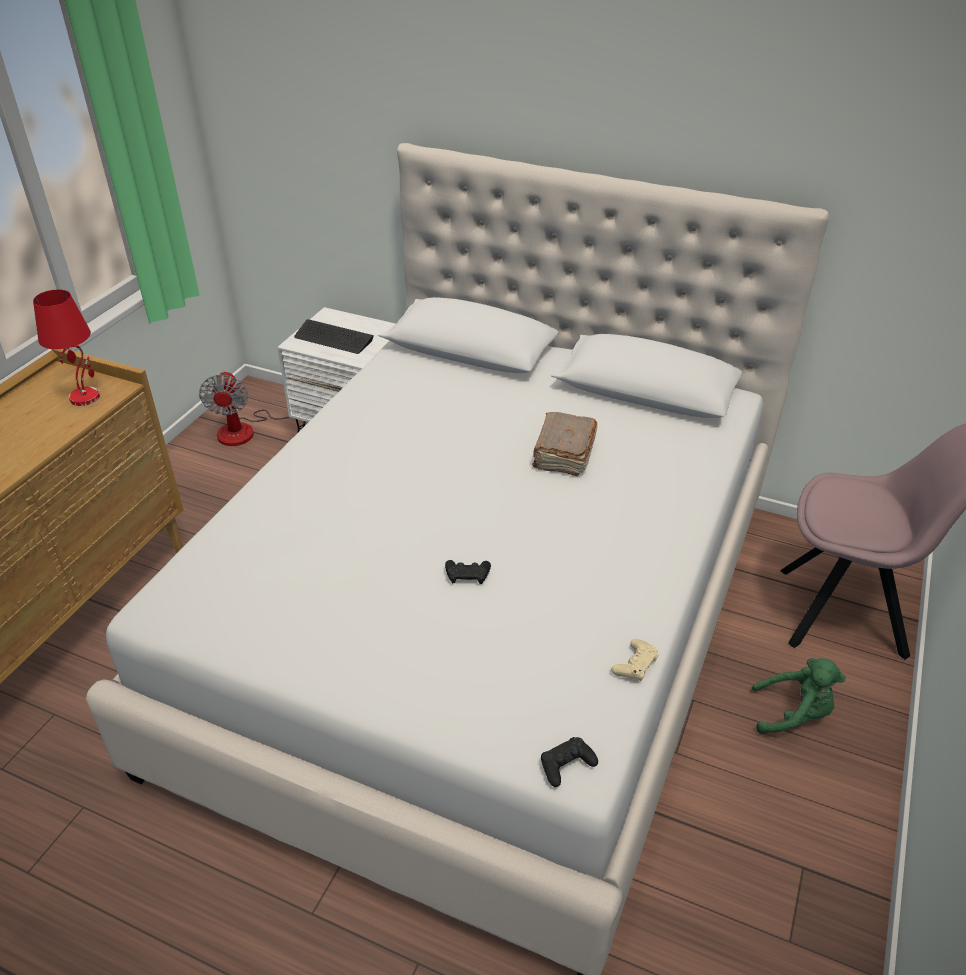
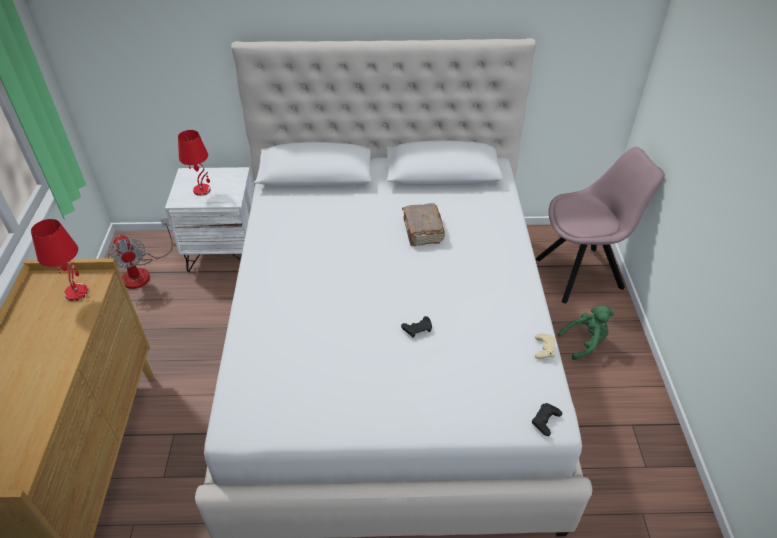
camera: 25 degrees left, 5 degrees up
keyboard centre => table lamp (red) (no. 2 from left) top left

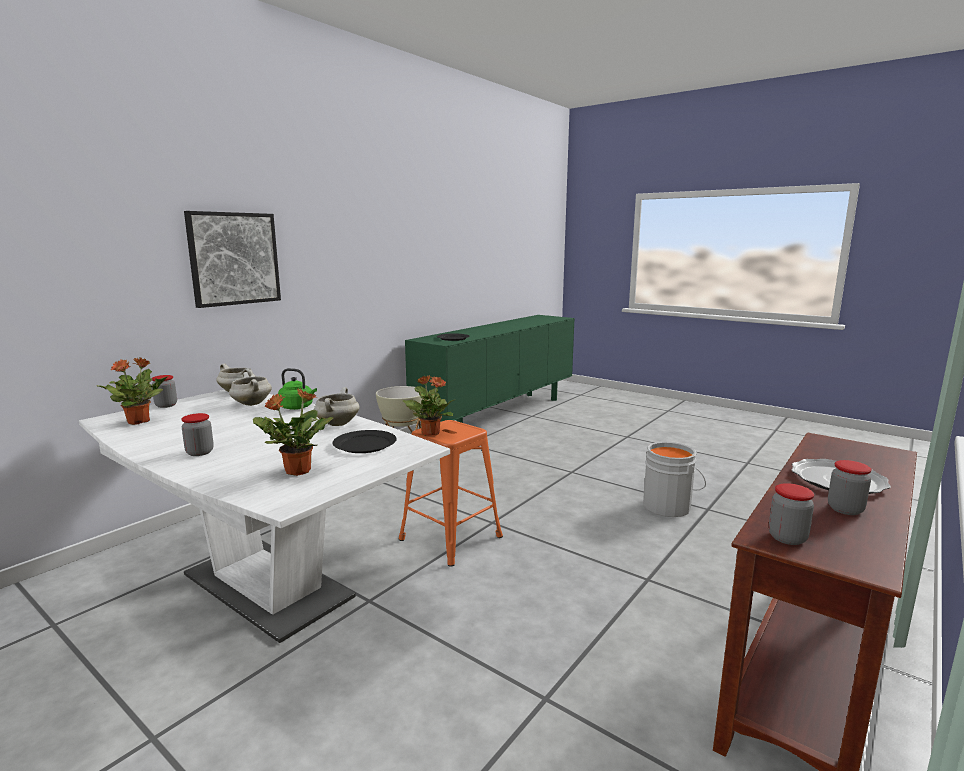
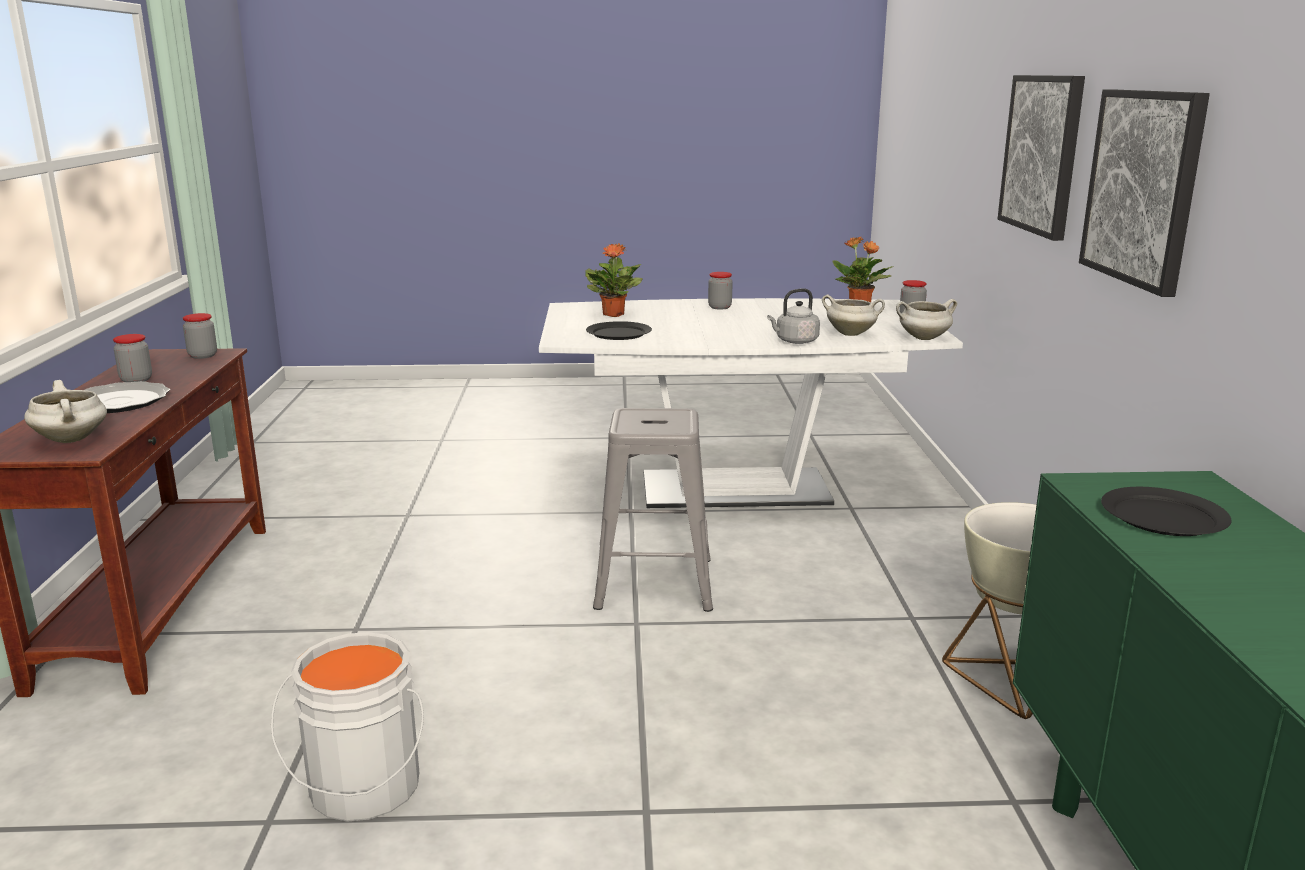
camera: 140 degrees right, 5 degrees up
cooking pot (white) (no. 3 from left in the first image) centre => cooking pot (white) (no. 1 from left) middle left, shifted
stool (orange) centre => stool (grey) centre
kettle (green) middle left => kettle (grey) centre
nothing => picture (no. 2 from left) top right
potted plant (no. 3 from left) centre => nothing

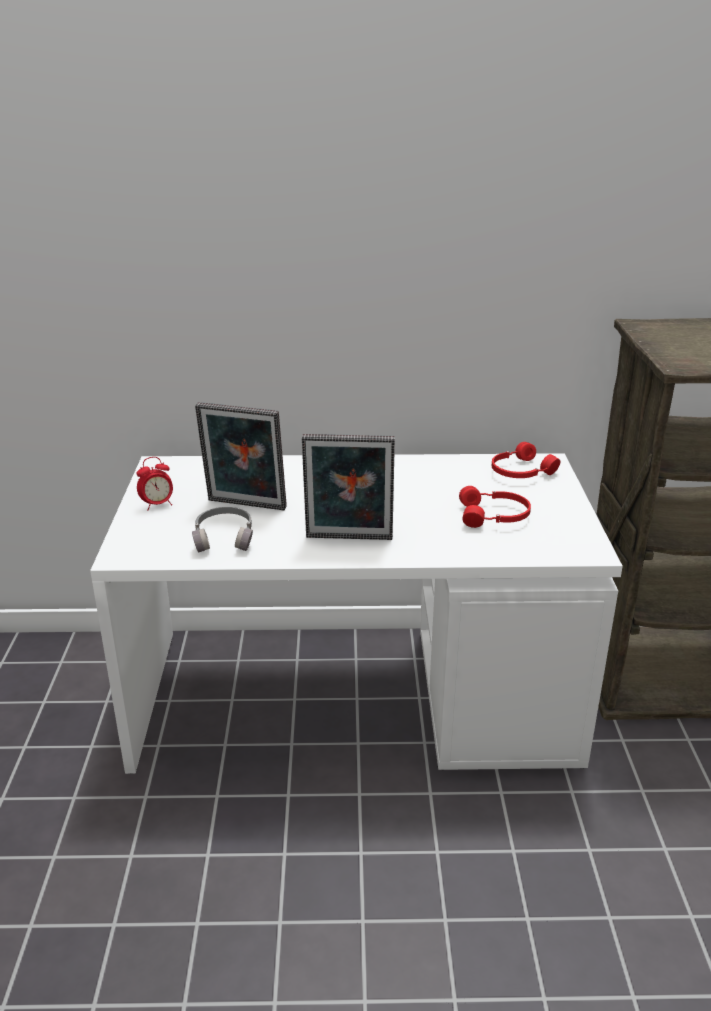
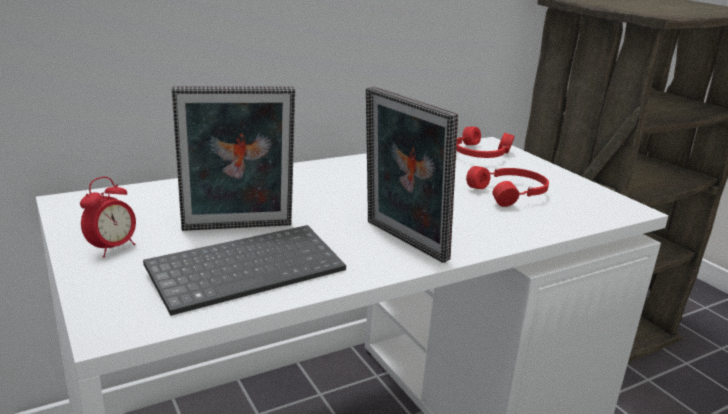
camera: 30 degrees left, 5 degrees down
headphones (grey) middle left => keyboard centre
picture frame (no. 2 from left) centre, 75 degrees clockwise

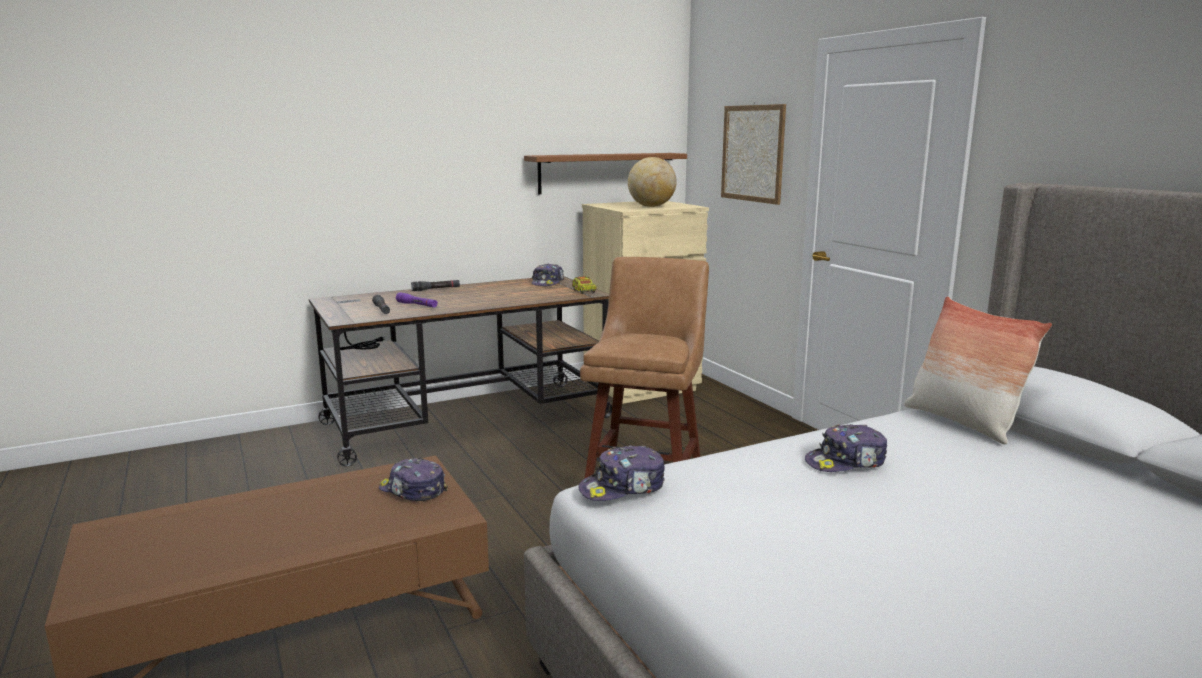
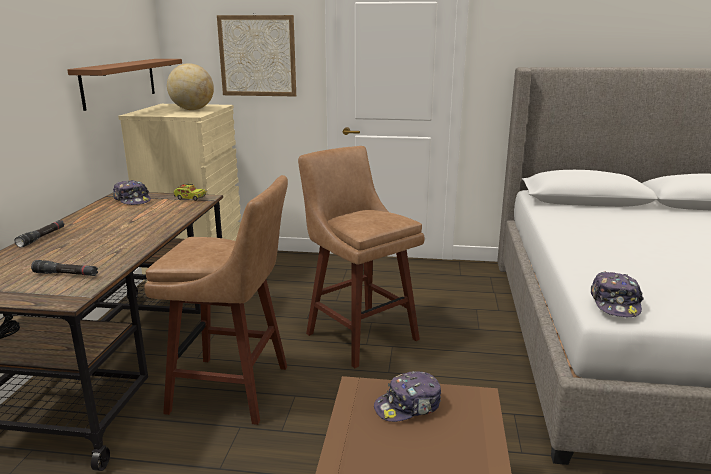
camera: 55 degrees left, 5 degrees up
nothing => stool (brown) (no. 1 from left) middle left
flashlight (purple) centre => nothing
cap (no. 4 from left) middle right => nothing
pillow middle right => nothing

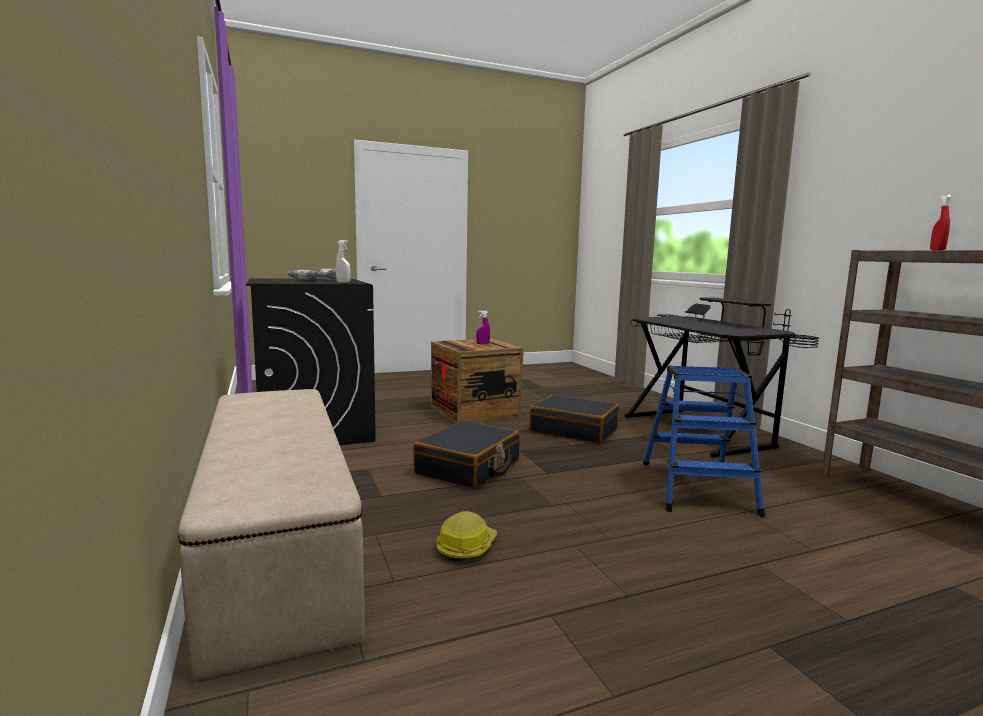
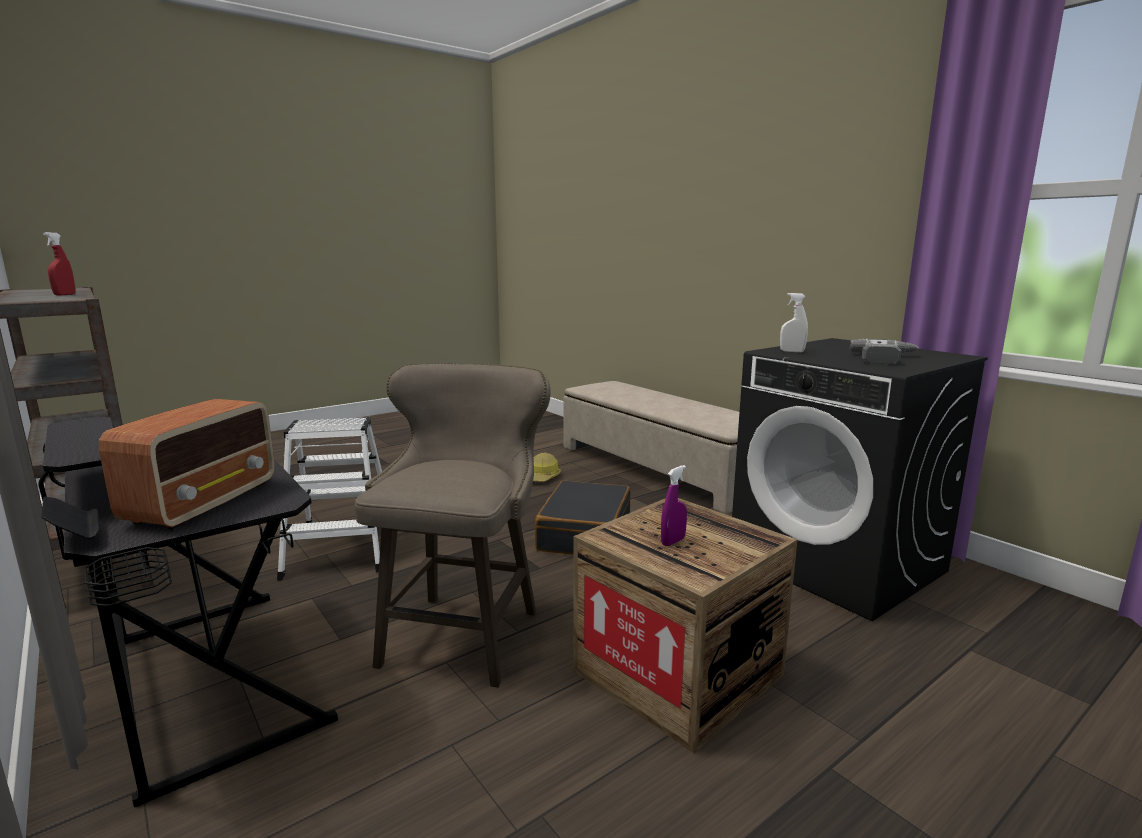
camera: 165 degrees right, 5 degrees up
nothing => radio middle left
step ladder (blue) middle right => step ladder (white) middle left
suitcase (black) (no. 2 from left) centre => stool (beige) centre

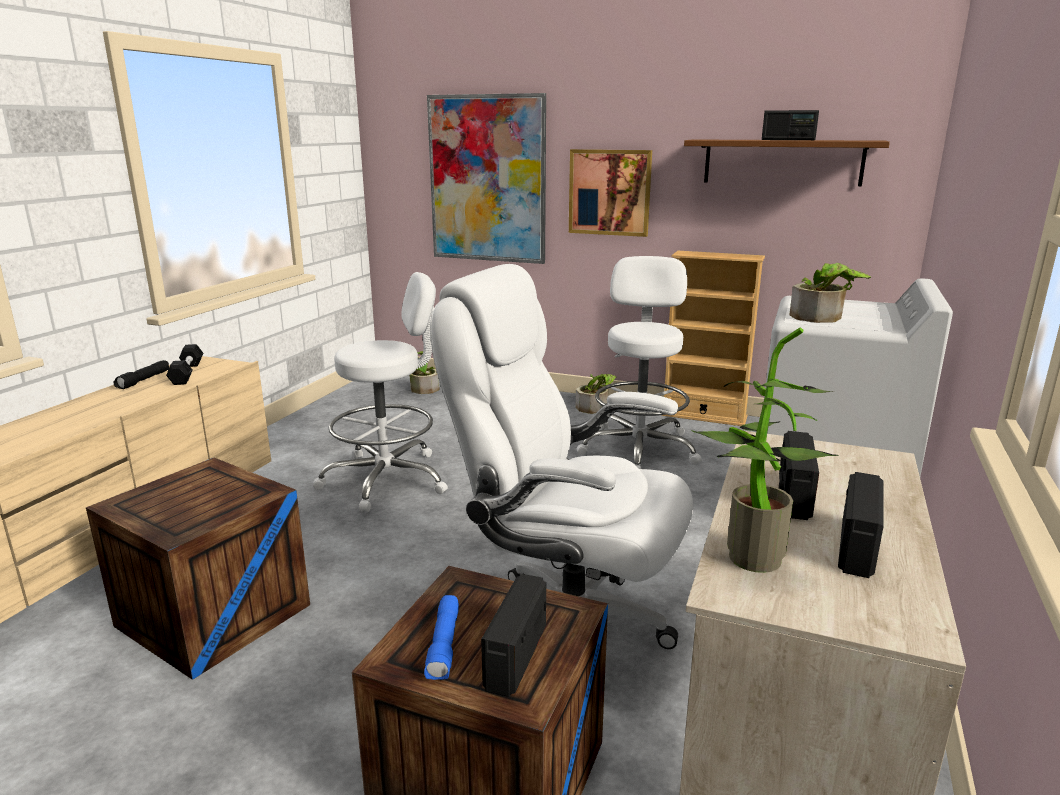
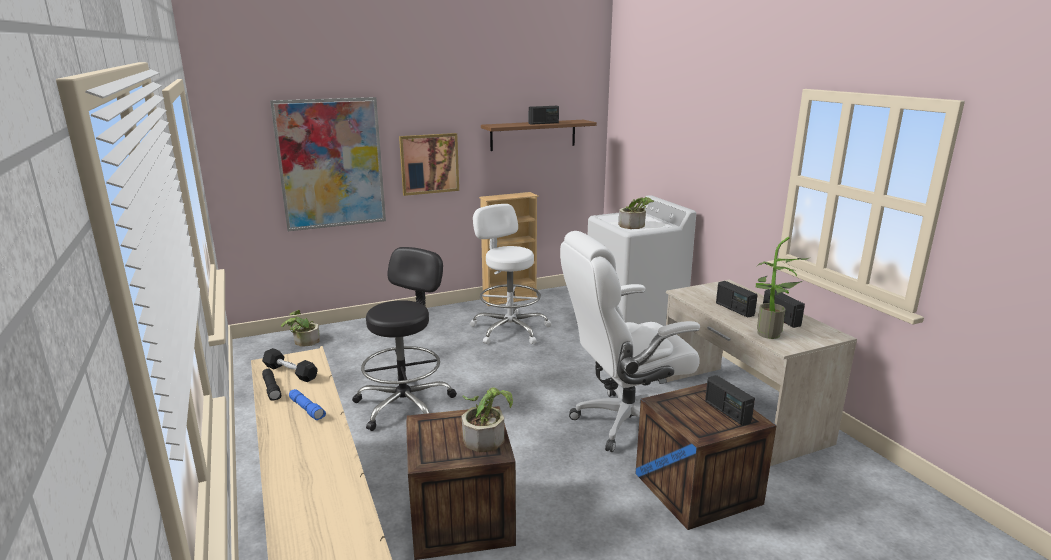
camera: 45 degrees left, 0 degrees up
flashlight (blue) bottom centre => flashlight (blue) bottom left, shifted
stool (white) (no. 1 from left) centre => stool (black) centre
potted plant (no. 2 from left) centre => potted plant (no. 2 from left) bottom centre, shifted

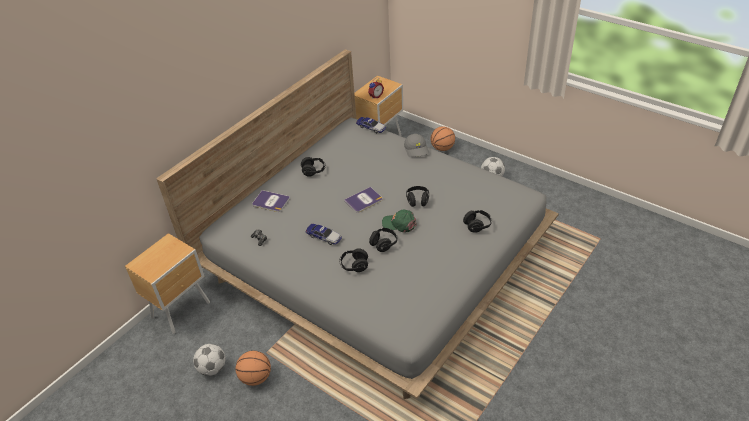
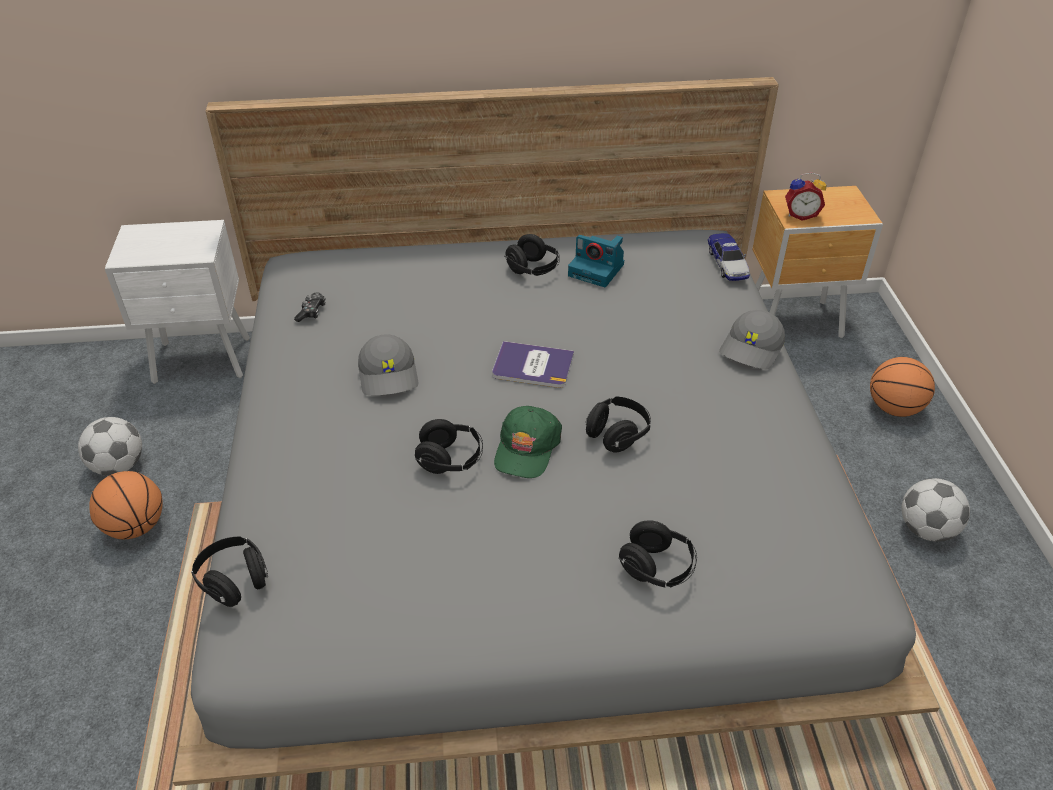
camera: 45 degrees right, 0 degrees up
nightstand (brown) (no. 1 from left) bottom left => nightstand (white) middle left
headphones (black) (no. 2 from left in the first image) centre => headphones (black) (no. 1 from left) bottom left, shifted
toy car (no. 1 from left) centre => cap (grey) (no. 1 from left) centre
cap (green) centre, 135 degrees counterclockwise
nothing => photo camera top centre
book (no. 1 from left) centre => nothing

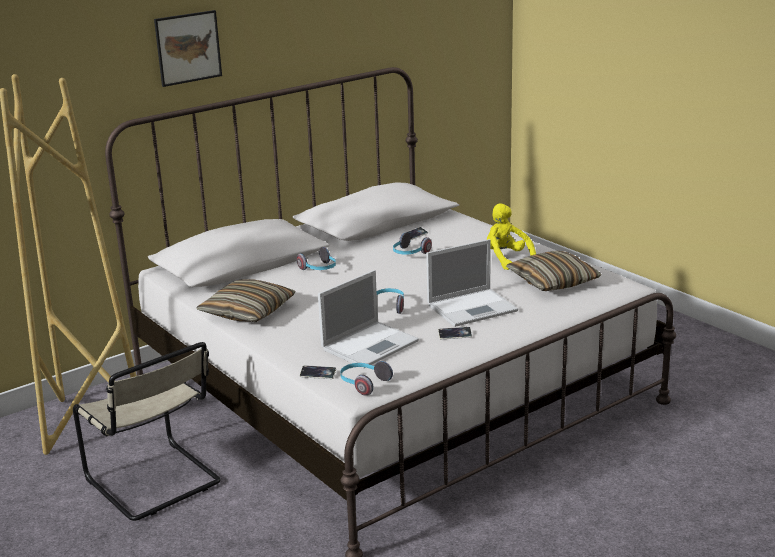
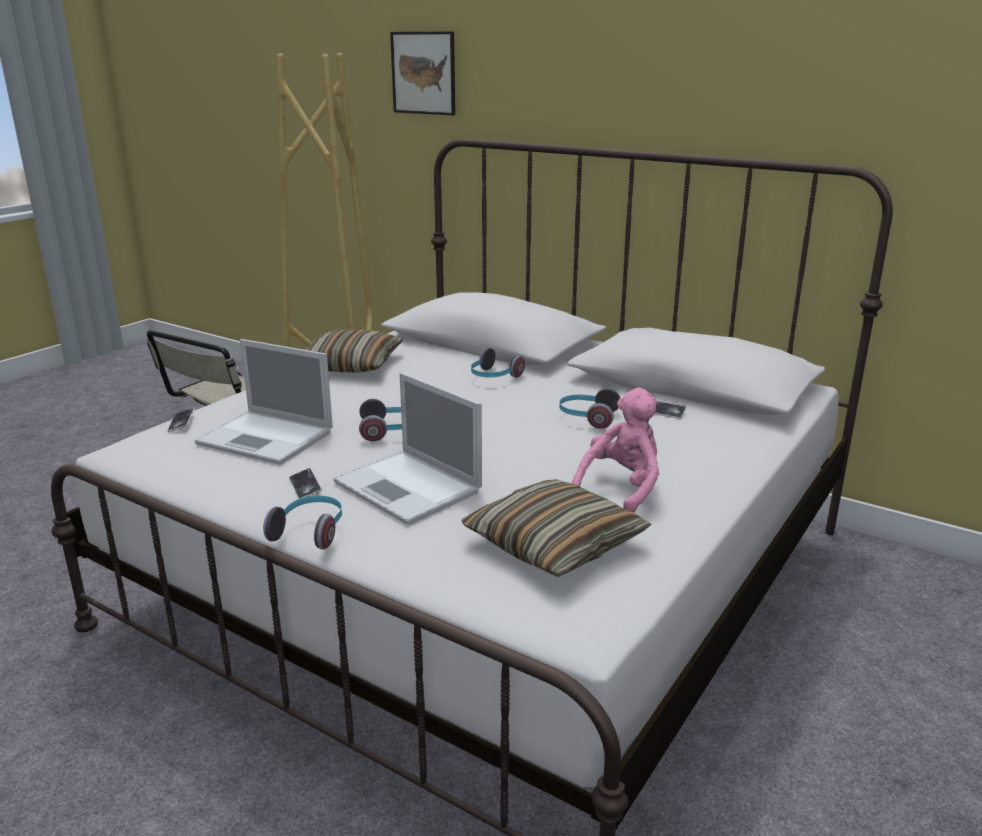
camera: 70 degrees right, 0 degrees up
headphones (no. 2 from left in the first image) bottom centre => headphones (no. 1 from left) middle left, shifted
picture top left => picture top centre, shifted
plush toy (yellow) centre => plush toy (pink) centre

